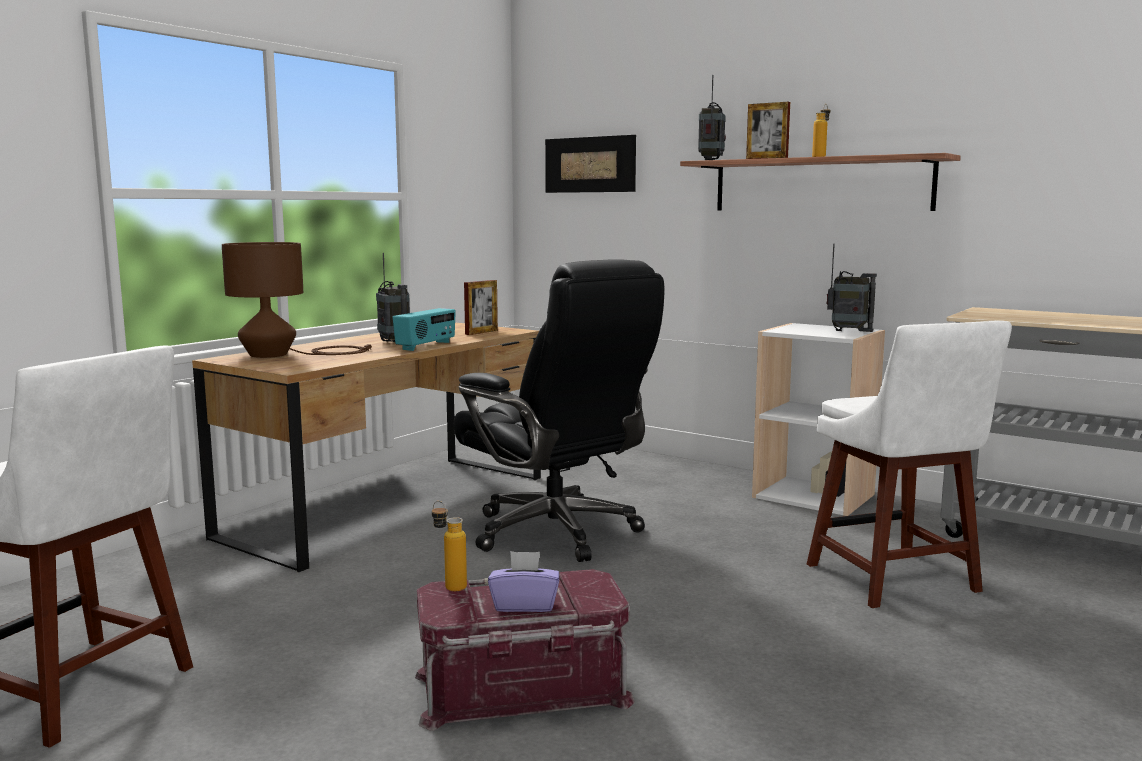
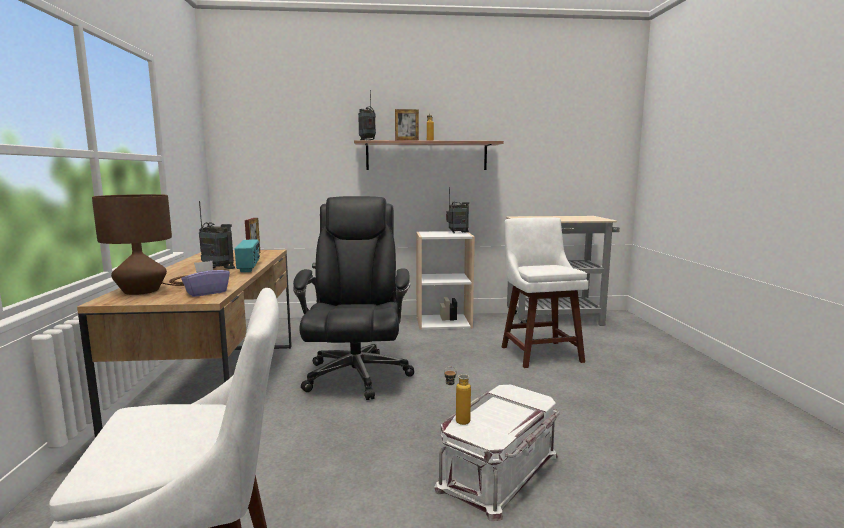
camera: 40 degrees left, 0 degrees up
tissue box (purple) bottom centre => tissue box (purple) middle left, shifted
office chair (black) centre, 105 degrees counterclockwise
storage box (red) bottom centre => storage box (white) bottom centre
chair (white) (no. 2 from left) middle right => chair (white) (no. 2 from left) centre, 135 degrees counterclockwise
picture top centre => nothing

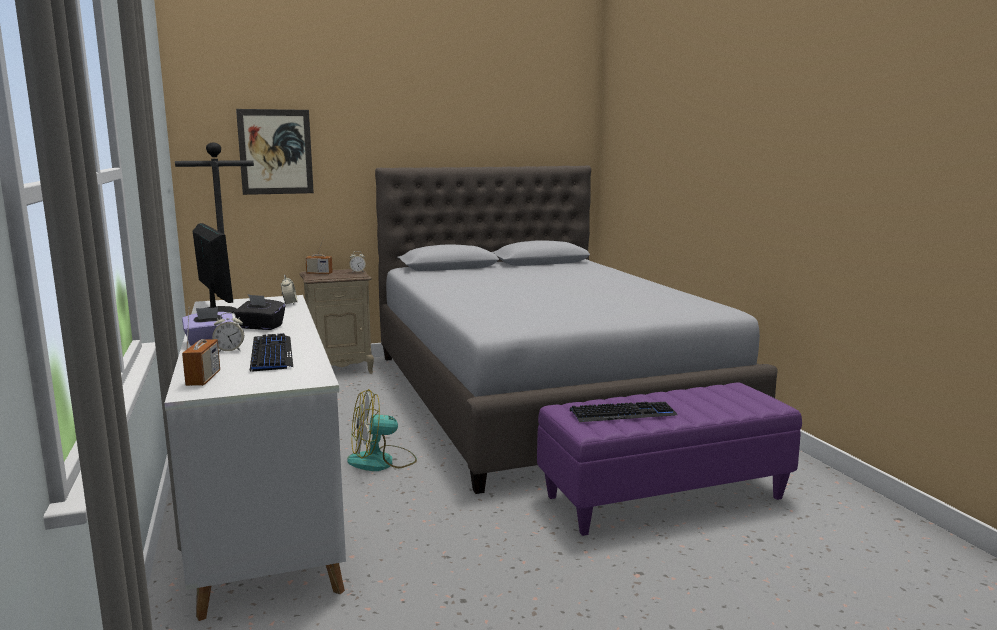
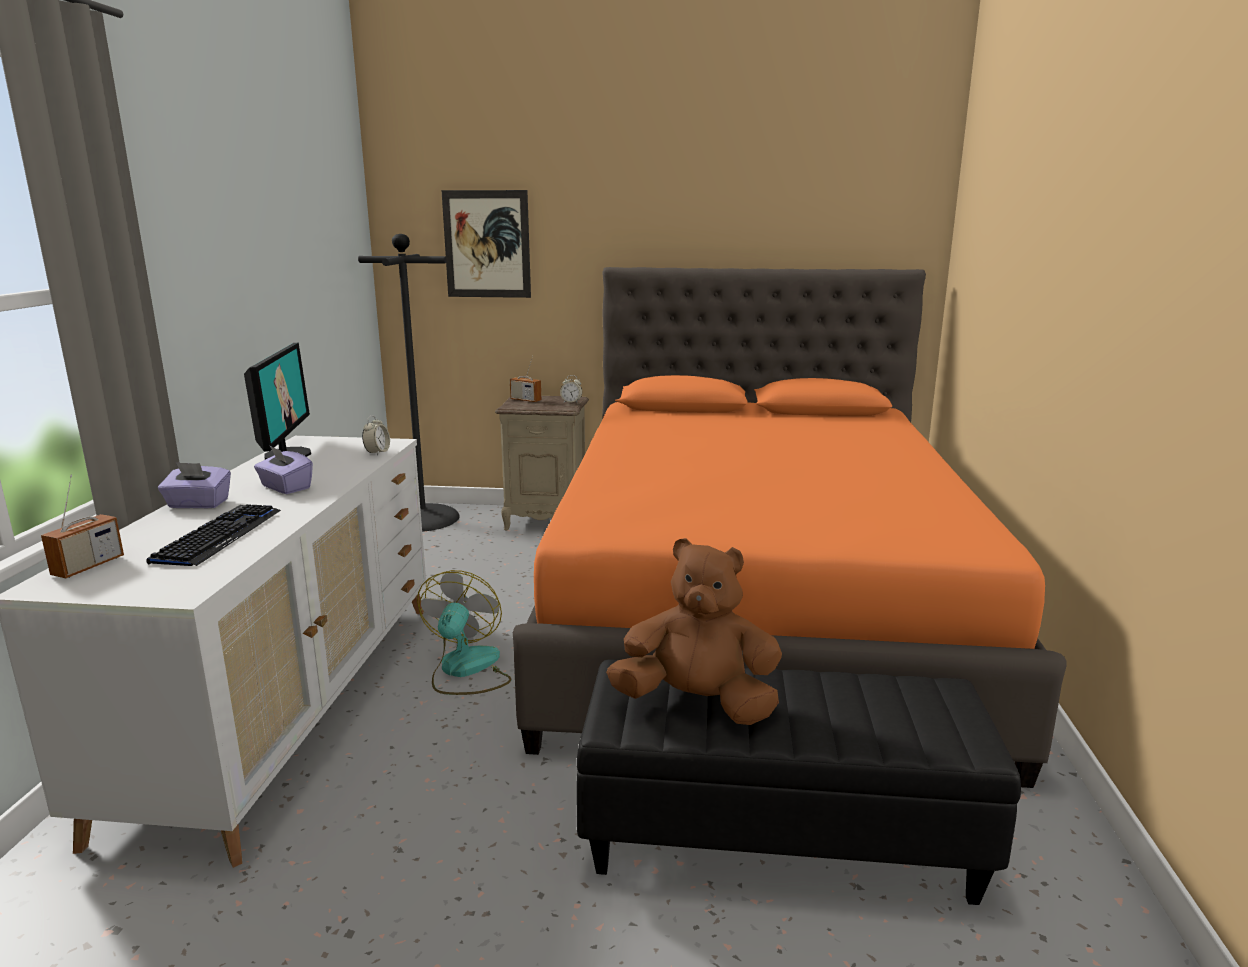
camera: 25 degrees right, 5 degrees up
tissue box (black) middle left => tissue box (purple) (no. 2 from left) middle left
fan bottom centre => fan centre, 90 degrees clockwise
bed (grey) centre => bed (orange) centre
ottoman (purple) bottom right => ottoman (black) bottom centre
keyboard (no. 2 from left) centre => plush toy (brown) centre
alarm clock (no. 1 from left) middle left => nothing

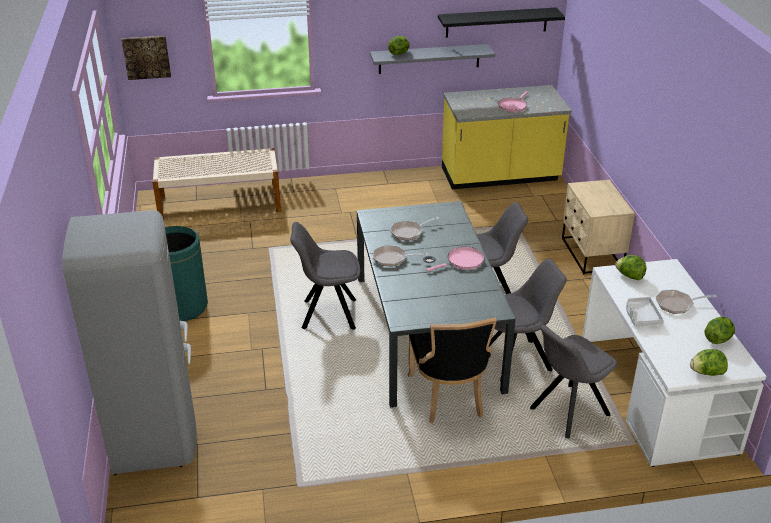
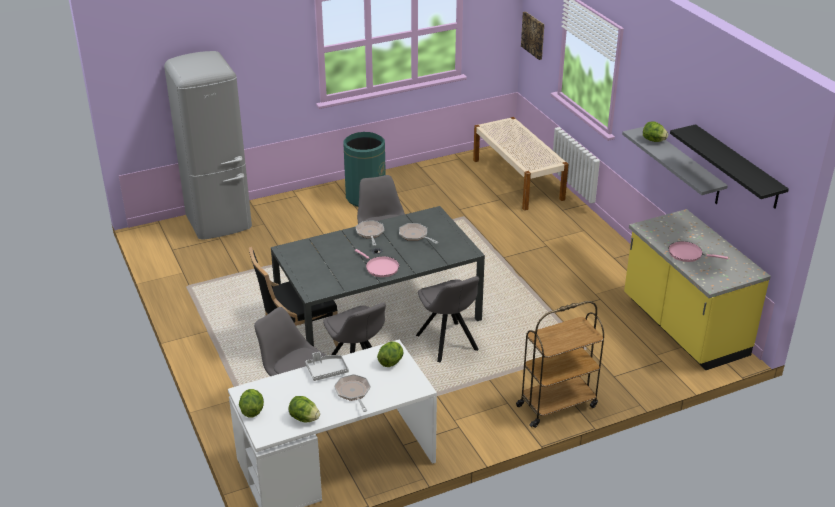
camera: 75 degrees right, 0 degrees up
nightstand (beige) middle right => cart (brown) bottom right

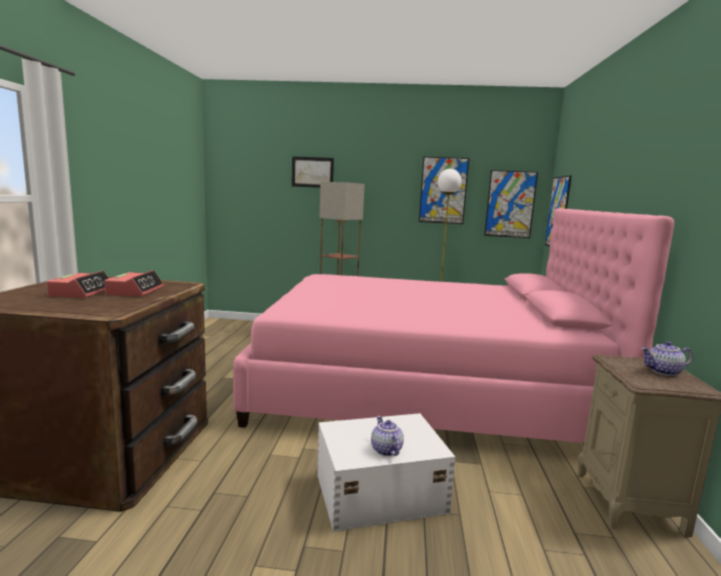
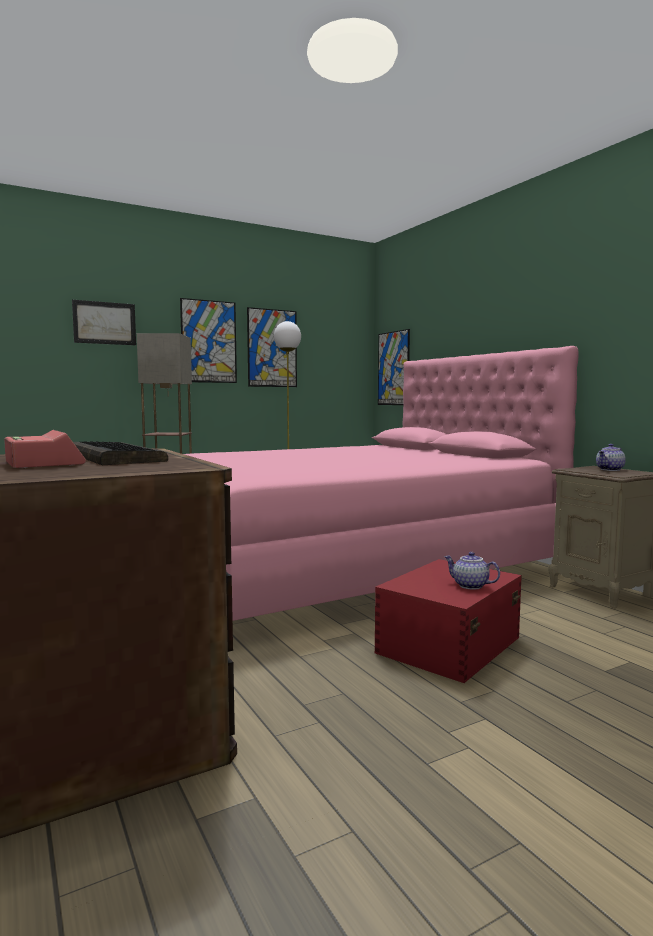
camera: 35 degrees left, 5 degrees down
alarm clock (no. 2 from left) middle left => keyboard middle left
picture (no. 3 from left in the first image) middle right => picture (no. 2 from left) middle left, shifted
storage box (white) bottom centre => storage box (red) middle right

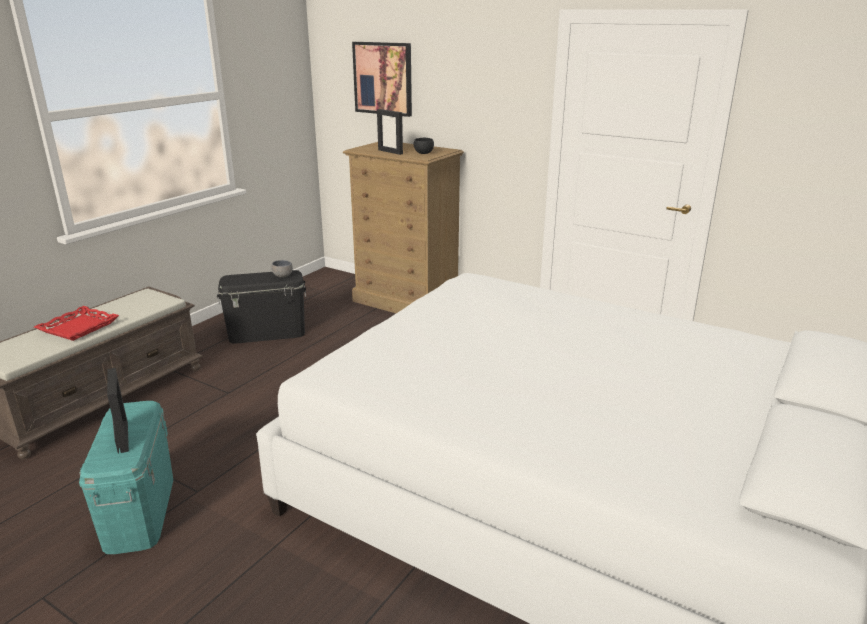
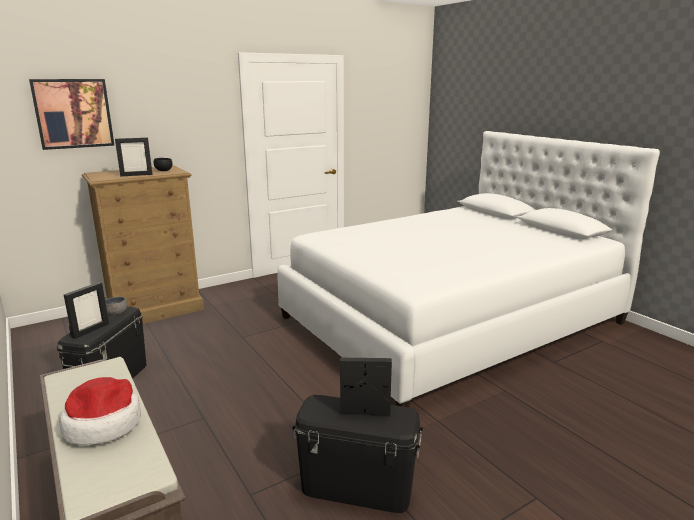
camera: 65 degrees left, 5 degrees down
tray (red) middle left => hat bottom left
nothing => picture frame (no. 1 from left) middle left
storage box (turquoise) bottom left => storage box (black) (no. 2 from left) bottom centre

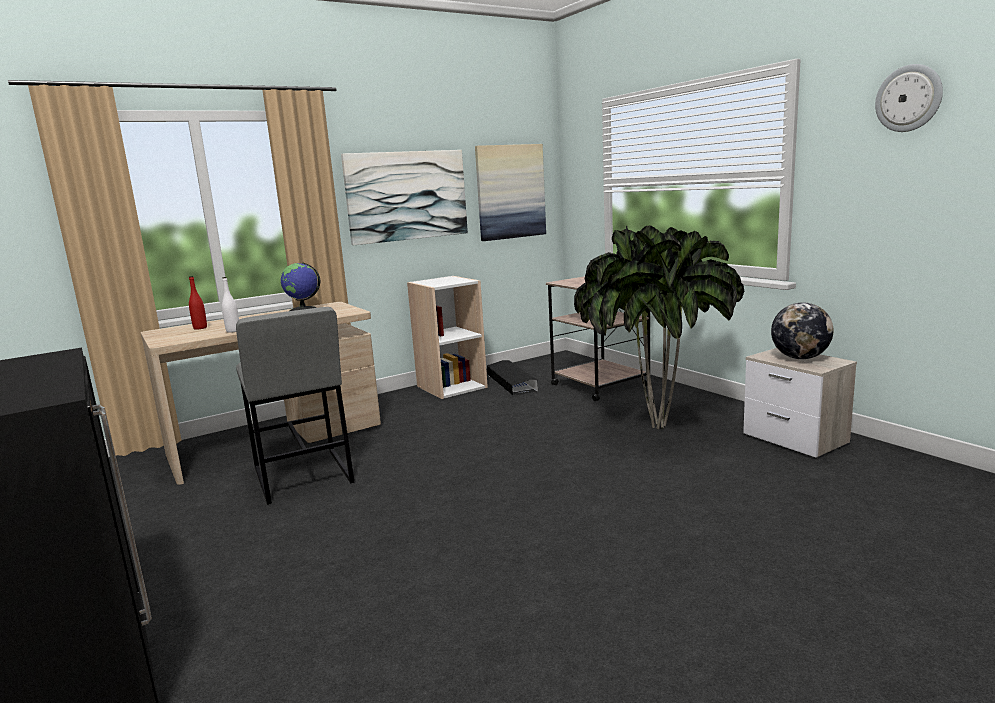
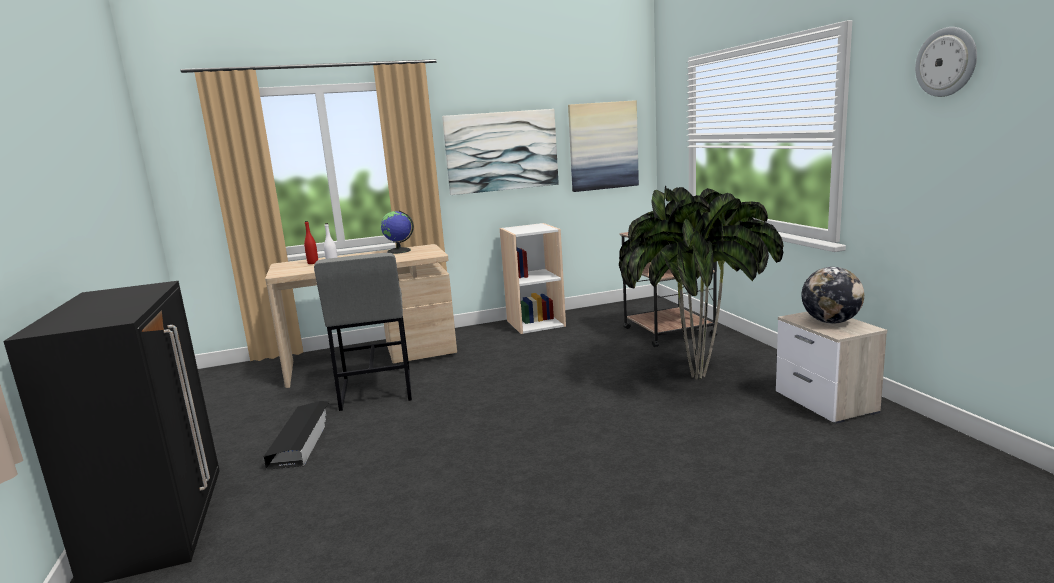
camera: 15 degrees right, 0 degrees up
storage box (black) centre => storage box (black) bottom left, shifted

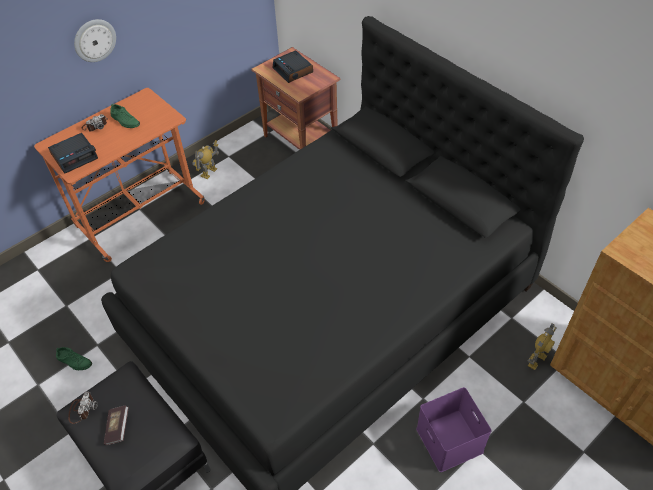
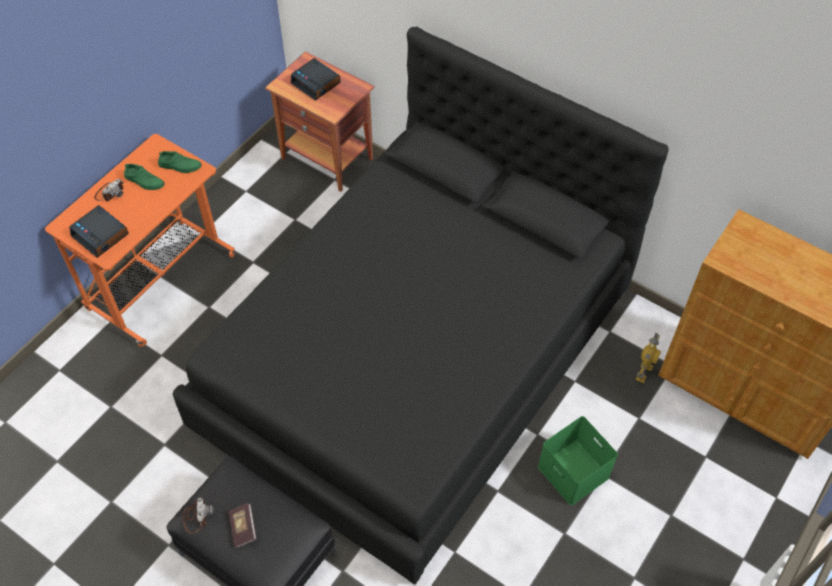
camera: 15 degrees left, 5 degrees up
alarm clock (no. 1 from left) top left => alarm clock (no. 1 from left) middle left, 90 degrees clockwise
shoe (green) (no. 1 from left in the first image) bottom left => shoe (green) (no. 2 from left) top left, shifted
storage box (purple) bottom right => storage box (green) bottom right
wall clock top left => nothing
toy robot (no. 1 from left) top left => nothing

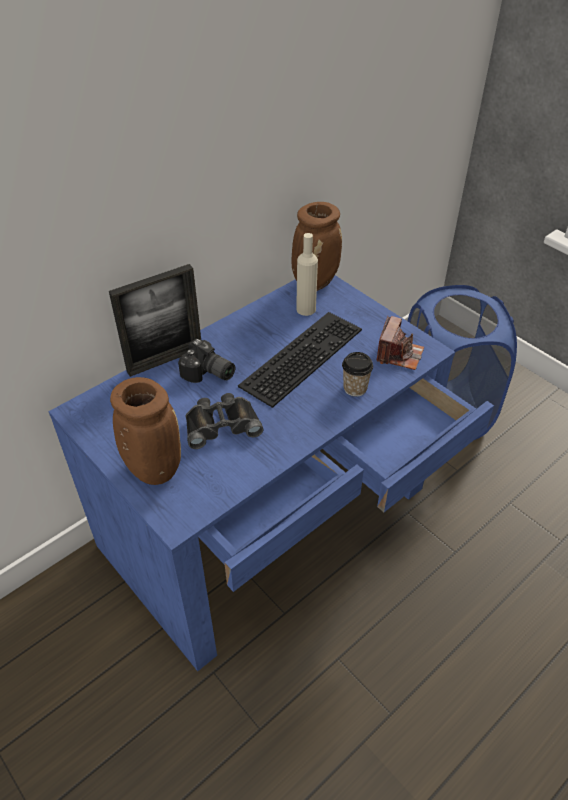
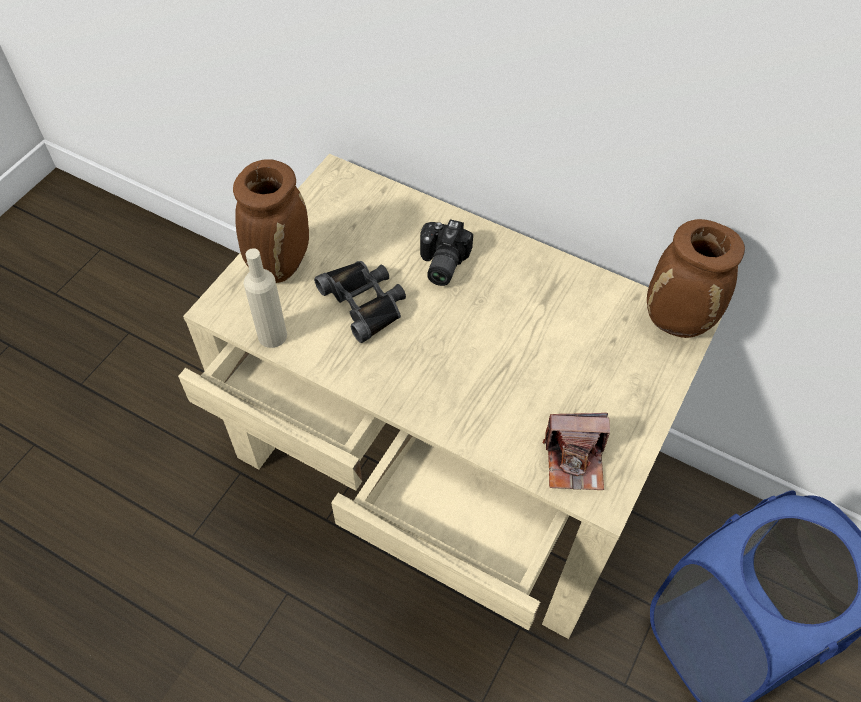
camera: 70 degrees right, 10 degrees up
desk (blue) centre => desk (beige) centre
bottle (beige) centre => bottle (beige) middle left, shifted
picture frame middle left => nothing
keyboard centre => nothing
cup centre => nothing

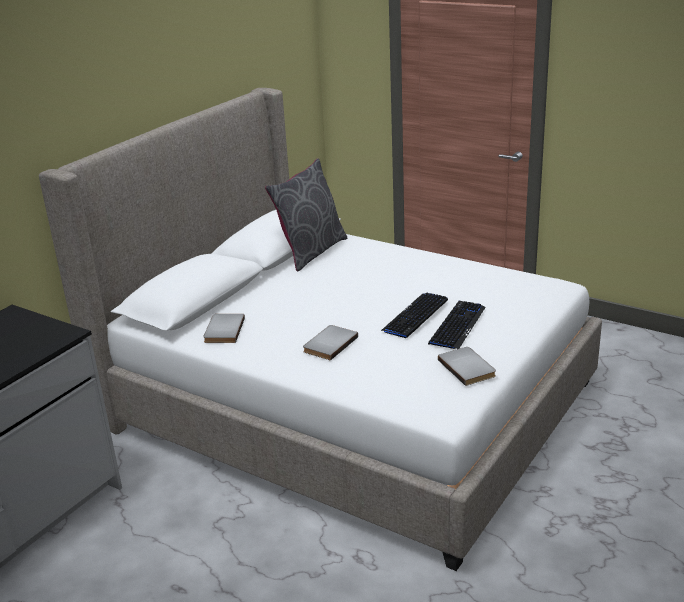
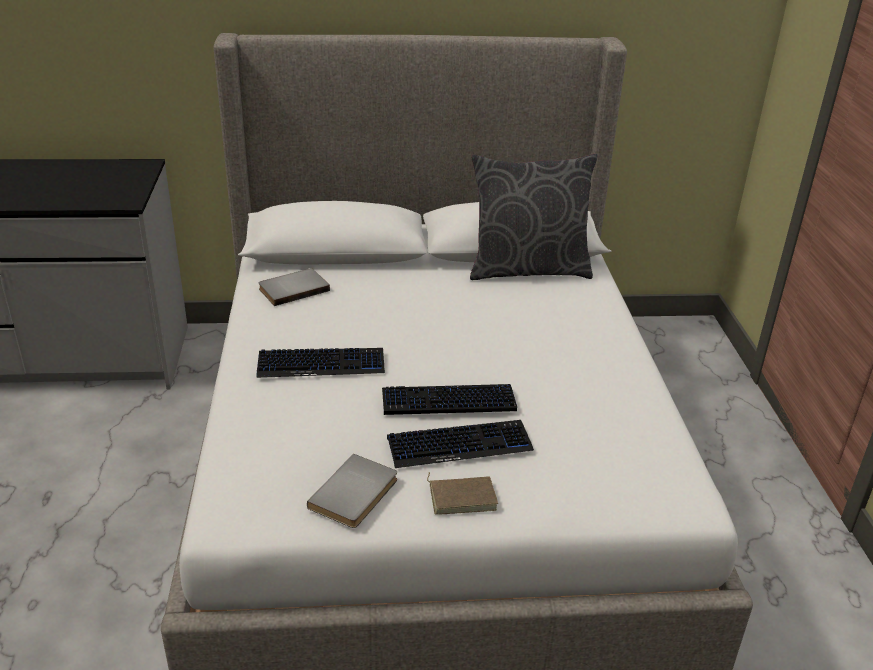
camera: 50 degrees right, 5 degrees up
book (grey) (no. 2 from left) centre => keyboard (no. 1 from left) centre
nothing => book (brown) bottom centre

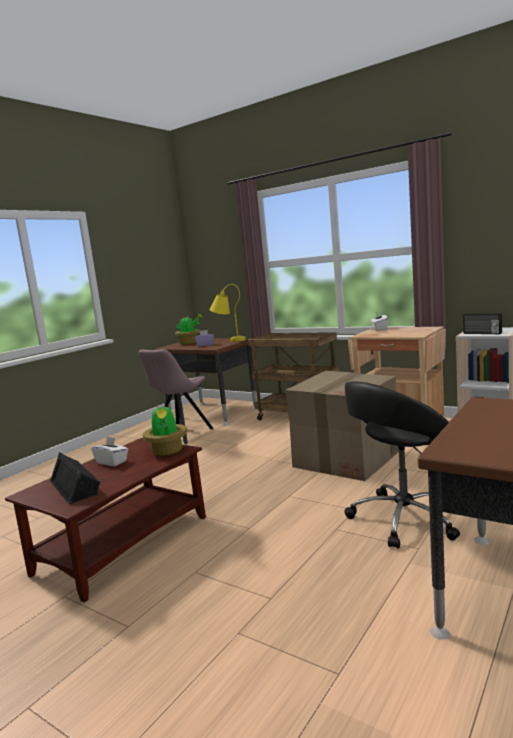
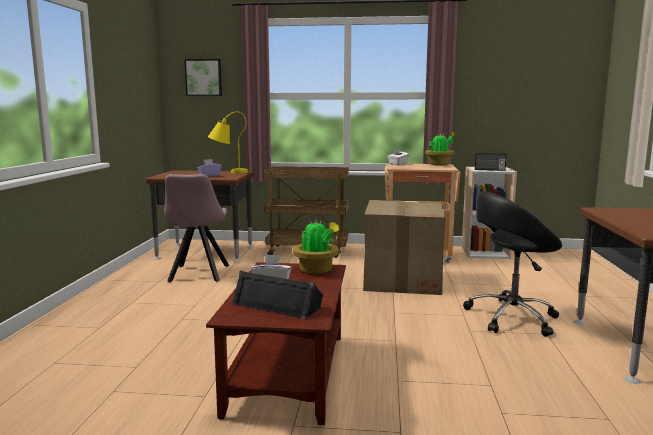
camera: 30 degrees left, 0 degrees up
nothing => picture top left
potted plant (no. 2 from left) centre => potted plant (no. 2 from left) middle right, shifted
office chair (black) middle right, 45 degrees clockwise

